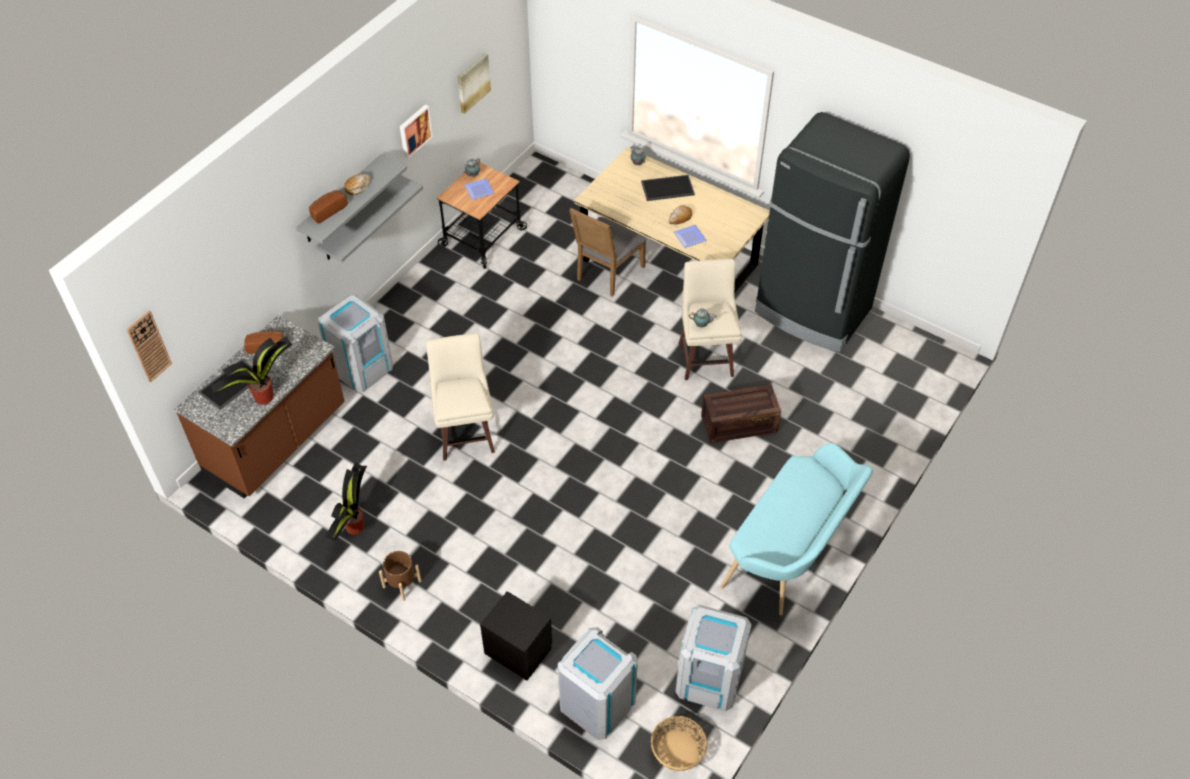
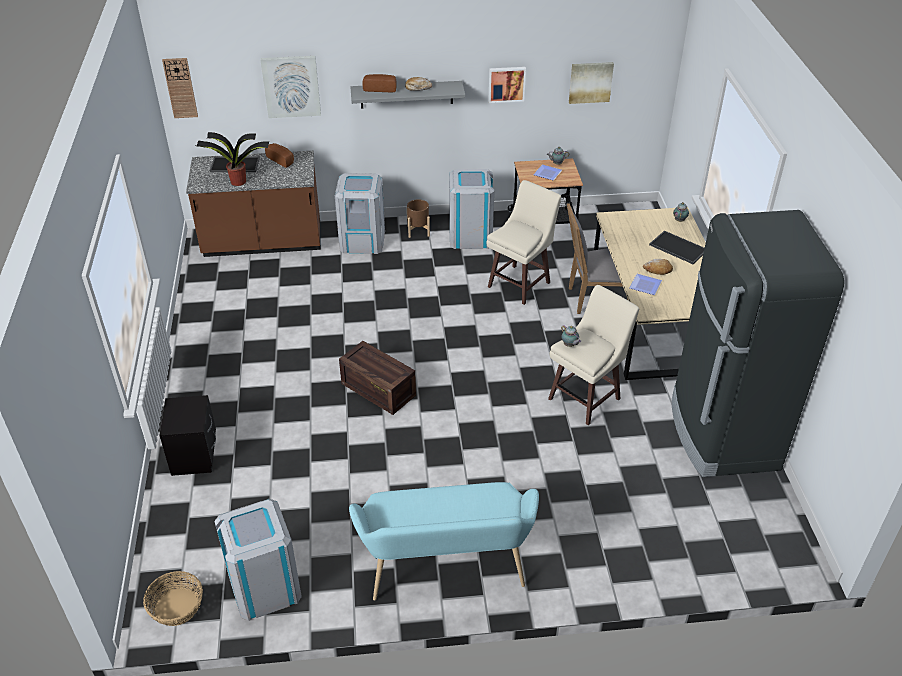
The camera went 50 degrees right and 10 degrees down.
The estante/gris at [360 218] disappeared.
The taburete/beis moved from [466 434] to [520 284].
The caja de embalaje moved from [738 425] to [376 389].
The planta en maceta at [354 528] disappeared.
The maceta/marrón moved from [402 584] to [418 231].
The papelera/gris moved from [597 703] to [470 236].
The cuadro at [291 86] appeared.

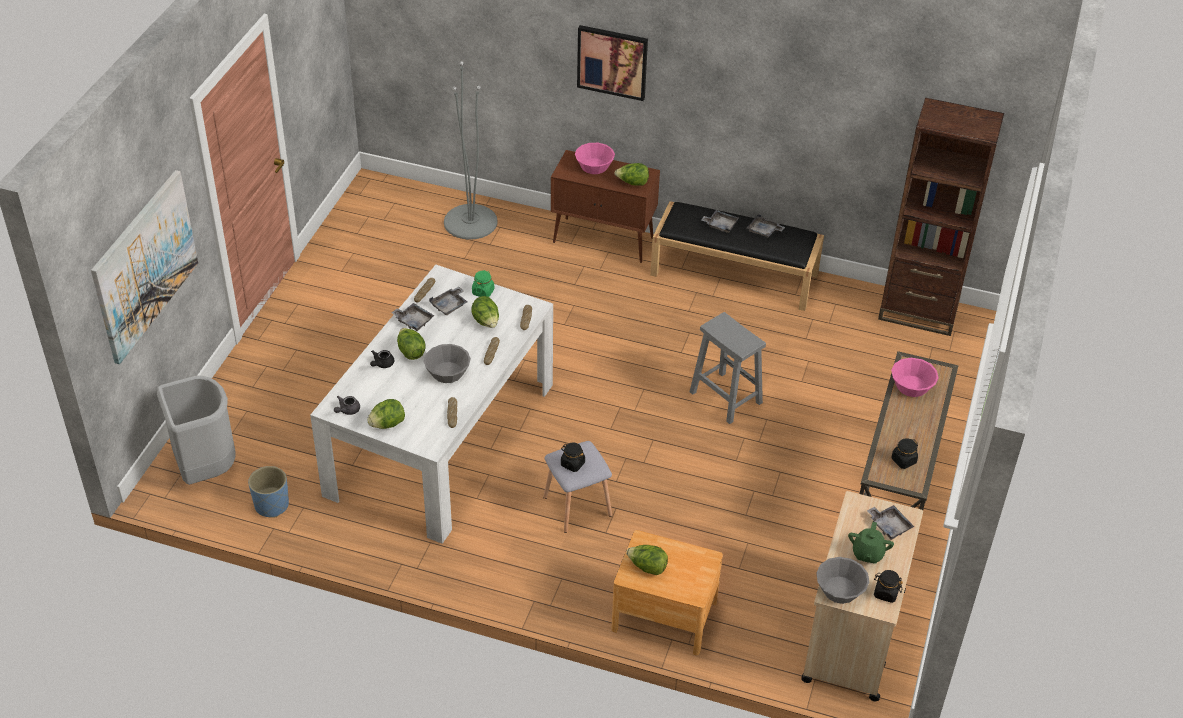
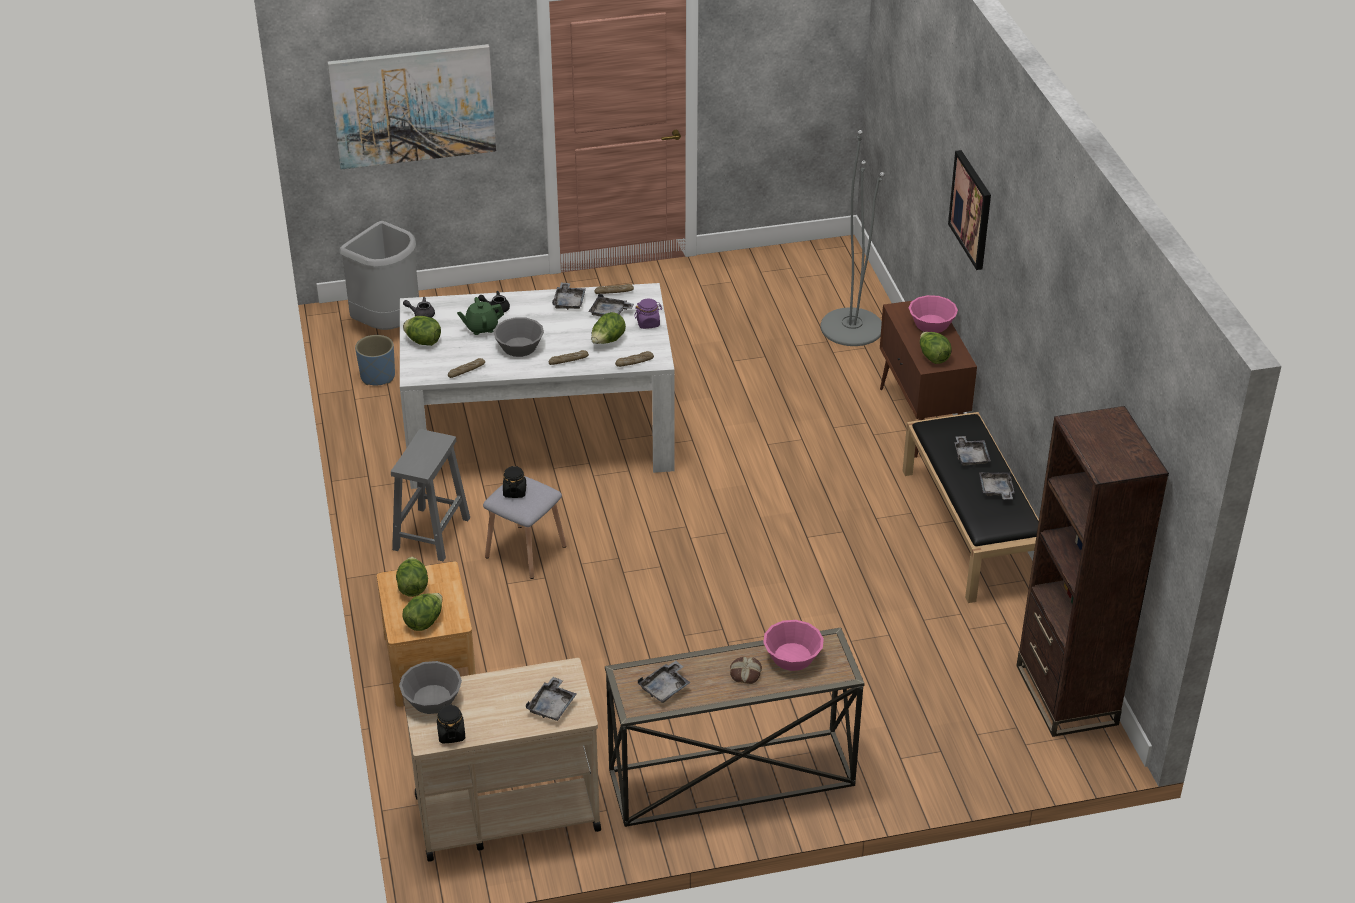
The camera went 60 degrees right and 5 degrees down.
The tarro/verde at [483 292] became the tarro/morado at [648 323].
The taburete/gris moved from [724 397] to [432 533].
The lechuga moved from [411 352] to [424 621].
The tarro/negro at [903 461] was replaced by the bandeja/gris at [665 688].
The tetera/verde moved from [867 554] to [481 328].
The pan at [745 673] appeared.

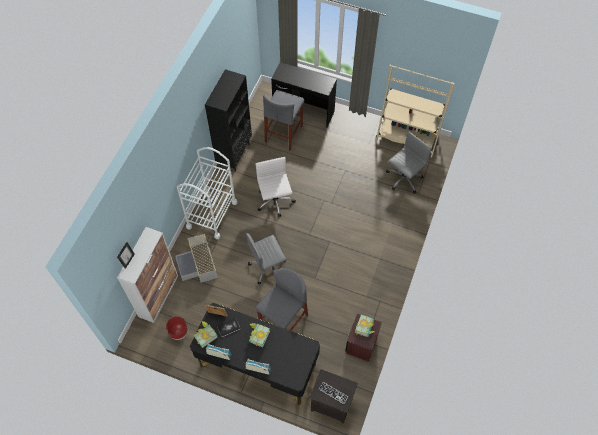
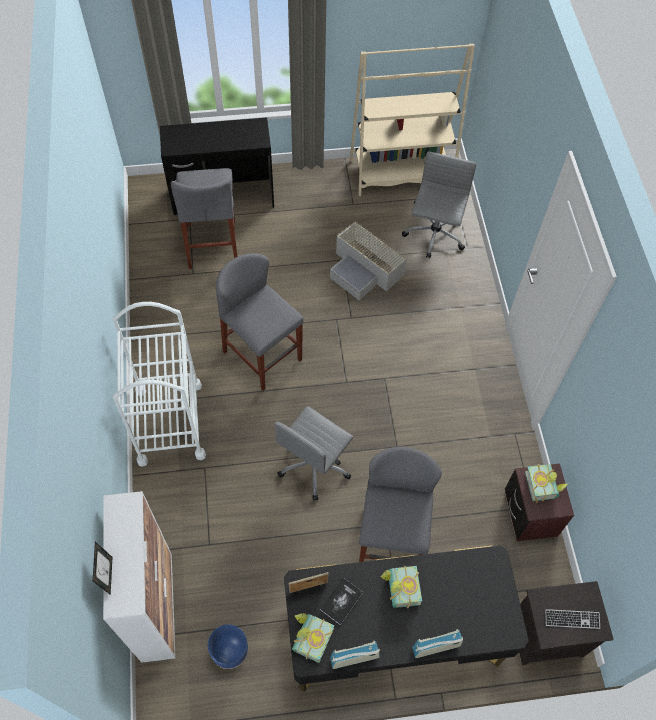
The camera went 30 degrees left and 0 degrees up.
The estantería/negro at [234 154] disappeared.
The silla de oficina/blanco at [275 202] was replaced by the taburete/gris at [262 355].
The caja de almacenaje/gris moved from [198 264] to [365 270].
The maceta/rojo at [179 333] became the maceta/azul at [230 652].

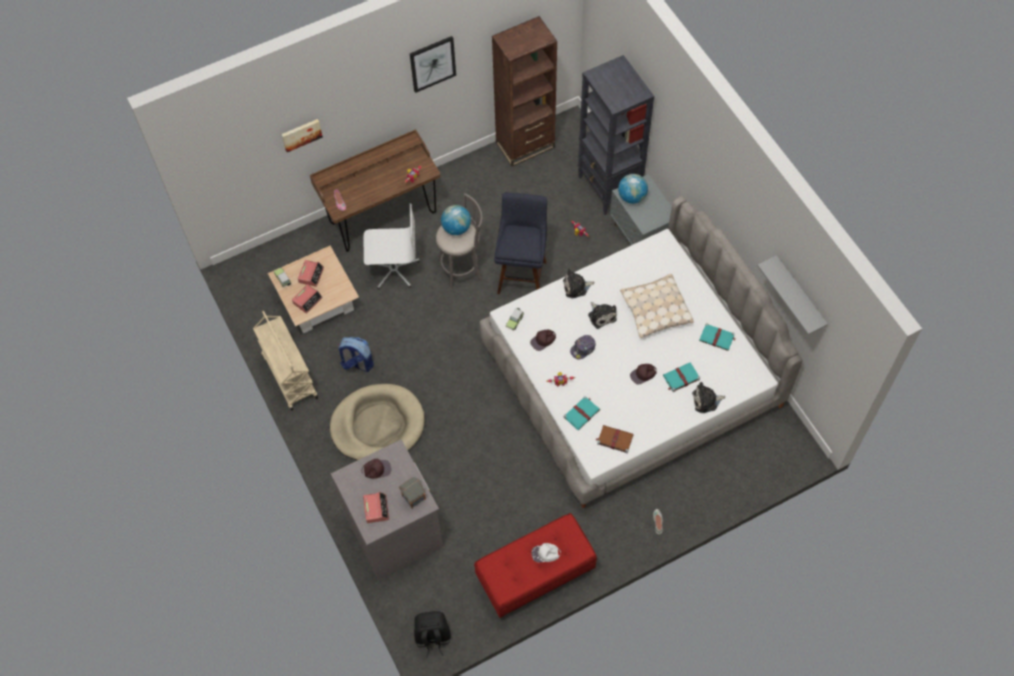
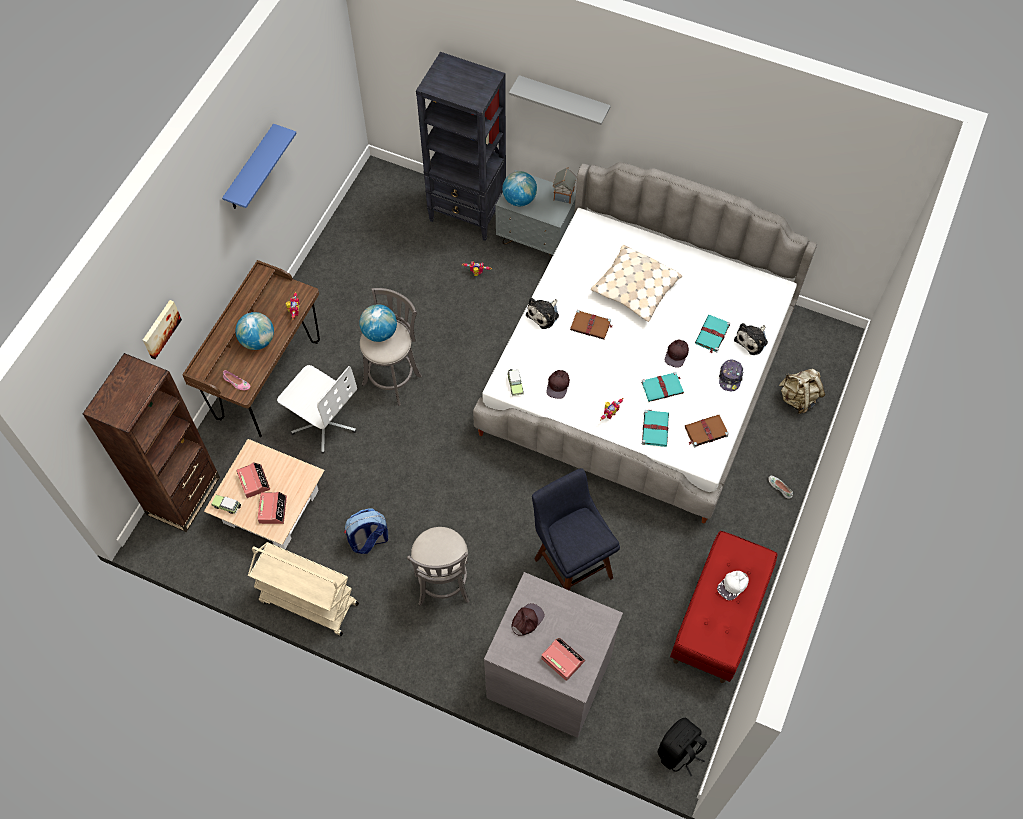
The camera went 40 degrees left and 0 degrees up.
The estantería/marrón moved from [525 145] to [184 496].
The cuadro at [432 63] was replaced by the estante/azul at [251 169].
The taburete/azul moved from [522 274] to [570 564].
The silla de oficina/blanco at [393 269] turned 75 degrees clockwise.
The estante/gris moved from [799 295] to [563 100].
The peluche at [601 316] was replaced by the libro/marrón at [591 326].
The libro/turquesa moved from [717 338] to [663 387].
The gorra moved from [583 349] to [730 377].
The cama para perro/beis at [377 425] was replaced by the taburete/gris at [443 586].
The casita moved from [413 498] to [563 196].
The globo terráqueo at [258 341] appeared.
The mochila/beis at [798 399] appeared.

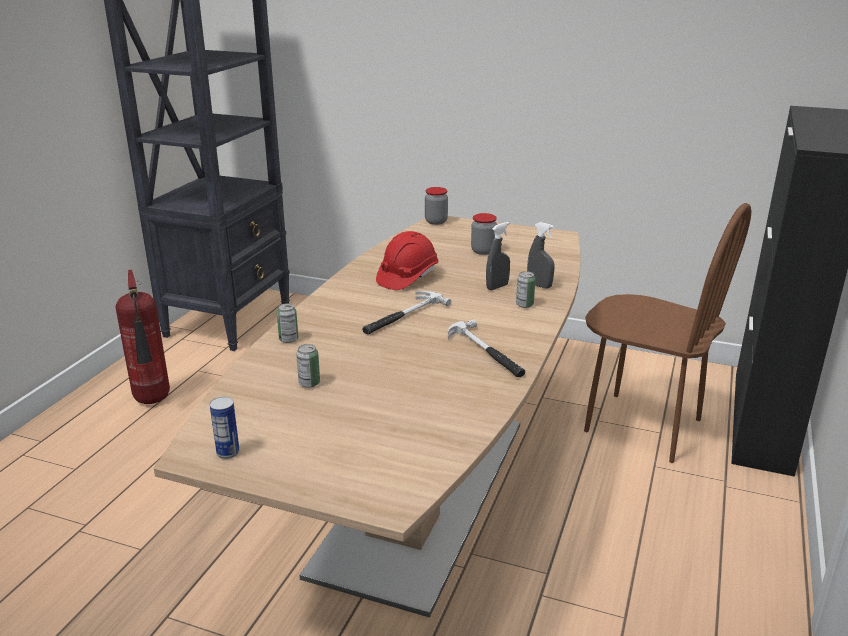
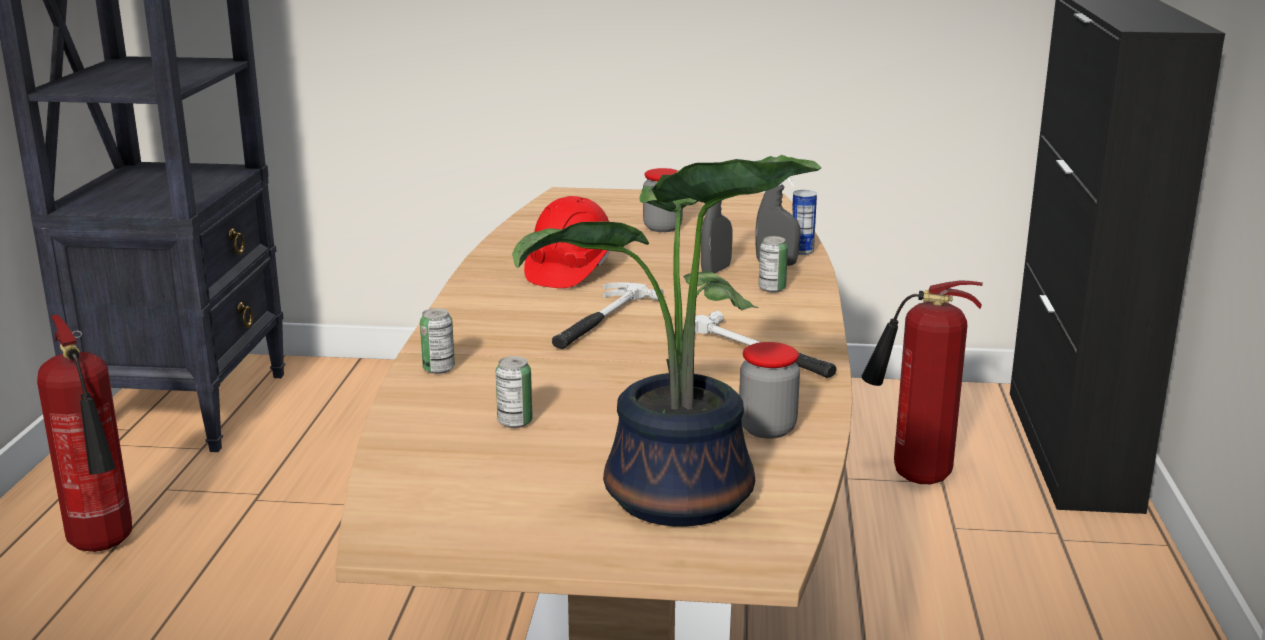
The camera went 15 degrees left and 5 degrees down.
The tarro moved from [436 221] to [767 429].
The silla/marrón at [642 426] was replaced by the extintor at [913 477].
The lata moved from [228 452] to [802 251].
The planta en maceta at [677 501] appeared.

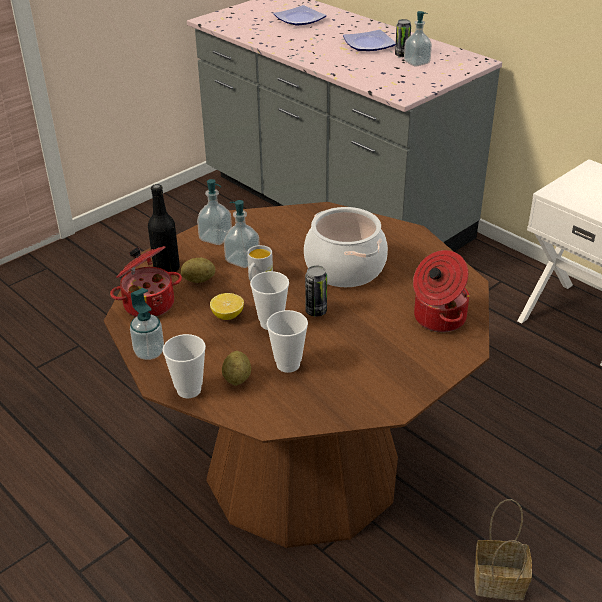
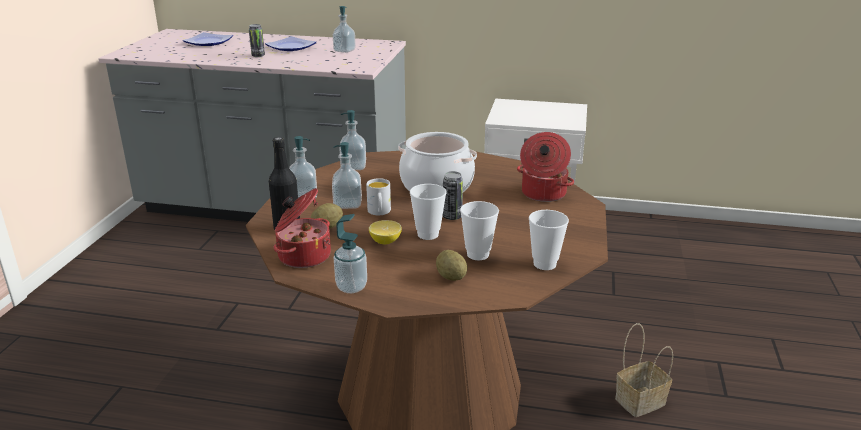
The camera went 35 degrees left and 10 degrees down.
The lata moved from [402 55] to [258 56].
The taza moved from [189 390] to [544 264].
The dispensador de jabón at [353 166] appeared.

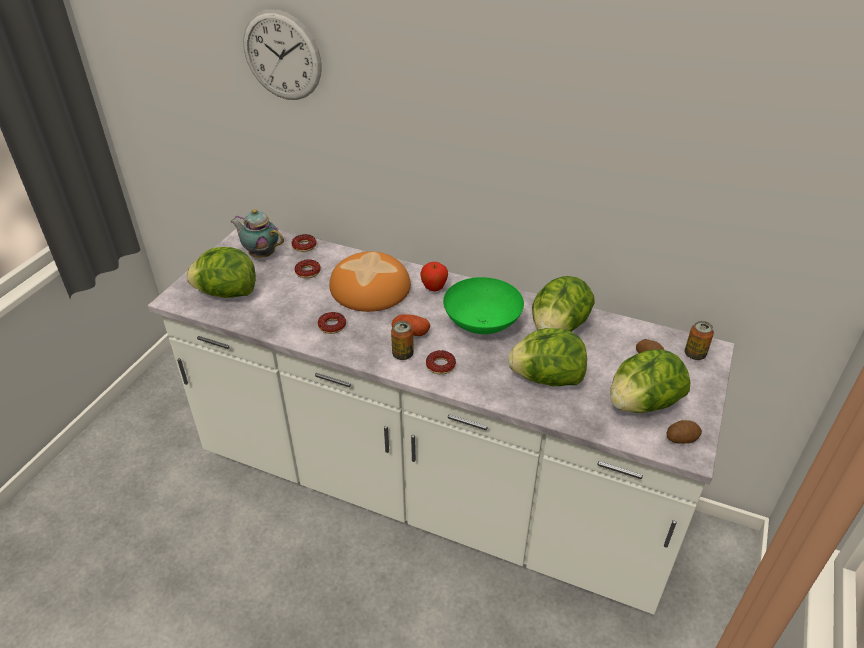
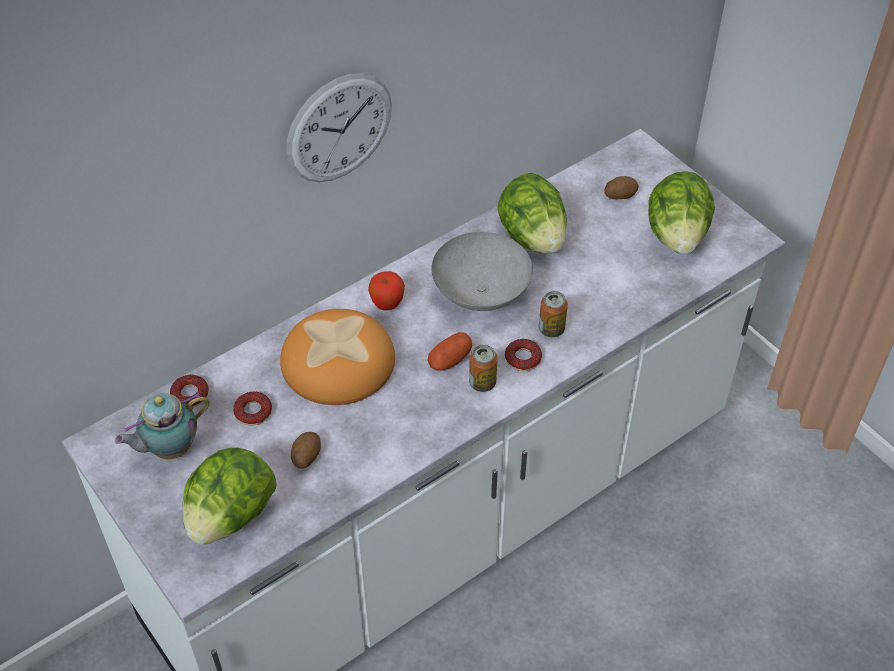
The camera went 60 degrees left and 10 degrees up.
The reloj de pared moved from [282 56] to [339 128].
The cuenco/verde at [483 324] became the cuenco/gris at [482 292].
The rosquilla at [332 326] disappeared.
The lata moved from [694 354] to [551 329].
The lechuga at [546 379] disappeared.
The patata moved from [681 438] to [306 456].

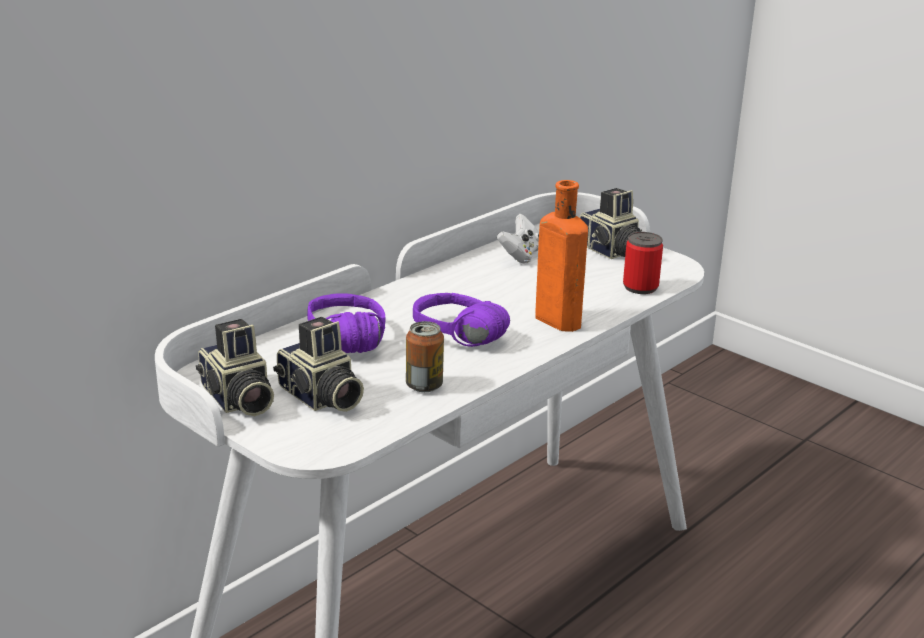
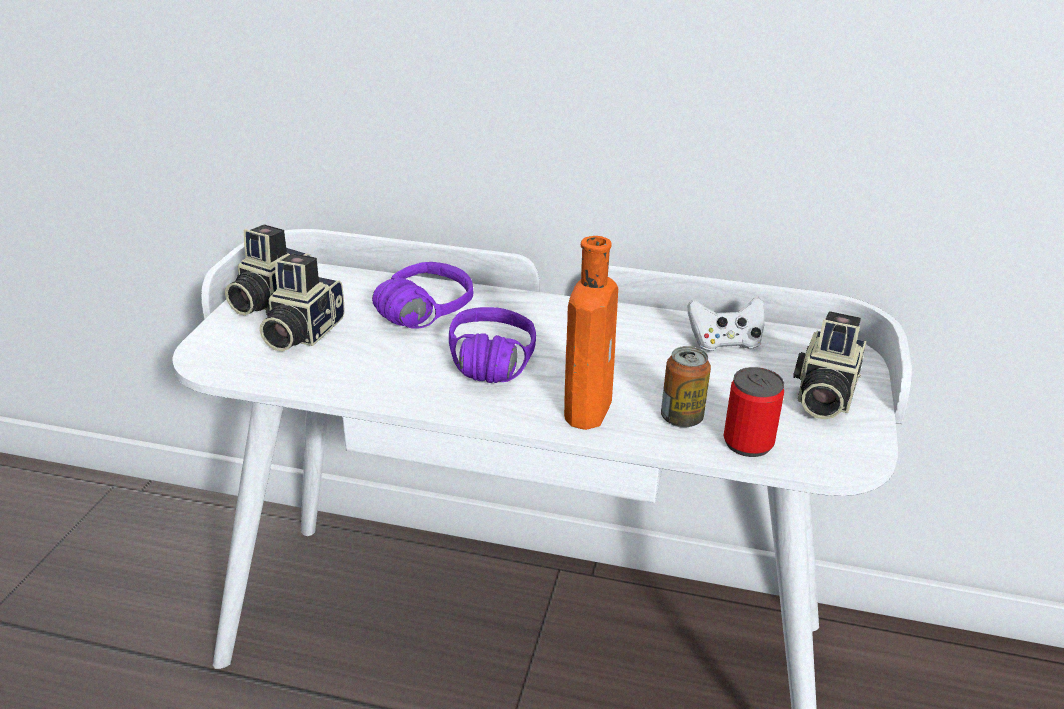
The camera went 60 degrees right and 5 degrees up.
The lata moved from [424 385] to [681 418].

